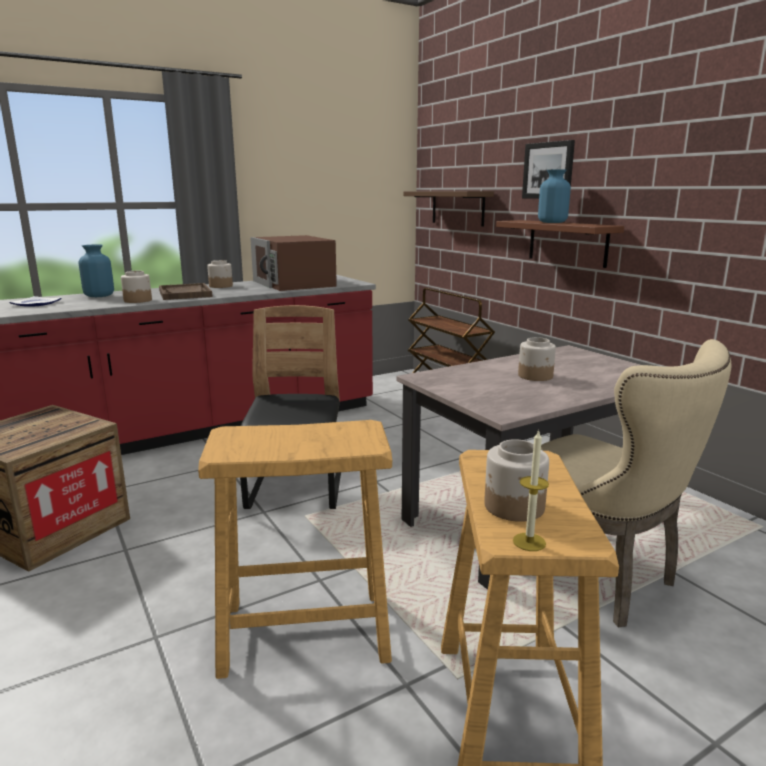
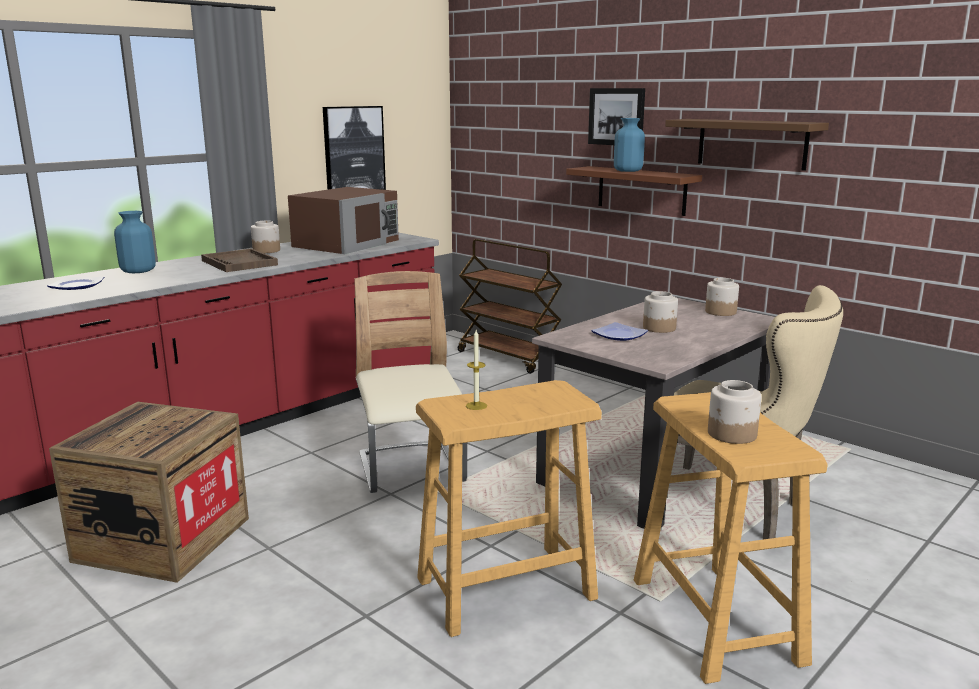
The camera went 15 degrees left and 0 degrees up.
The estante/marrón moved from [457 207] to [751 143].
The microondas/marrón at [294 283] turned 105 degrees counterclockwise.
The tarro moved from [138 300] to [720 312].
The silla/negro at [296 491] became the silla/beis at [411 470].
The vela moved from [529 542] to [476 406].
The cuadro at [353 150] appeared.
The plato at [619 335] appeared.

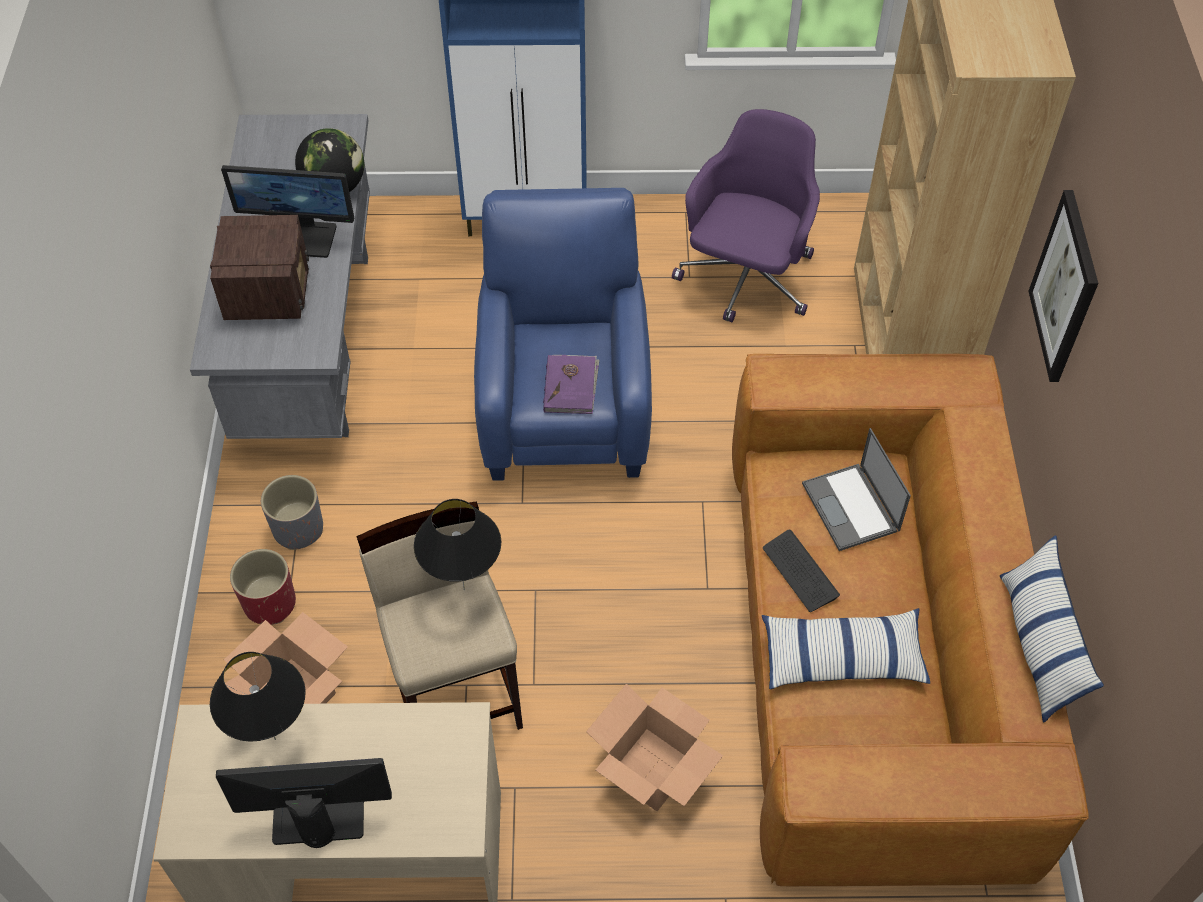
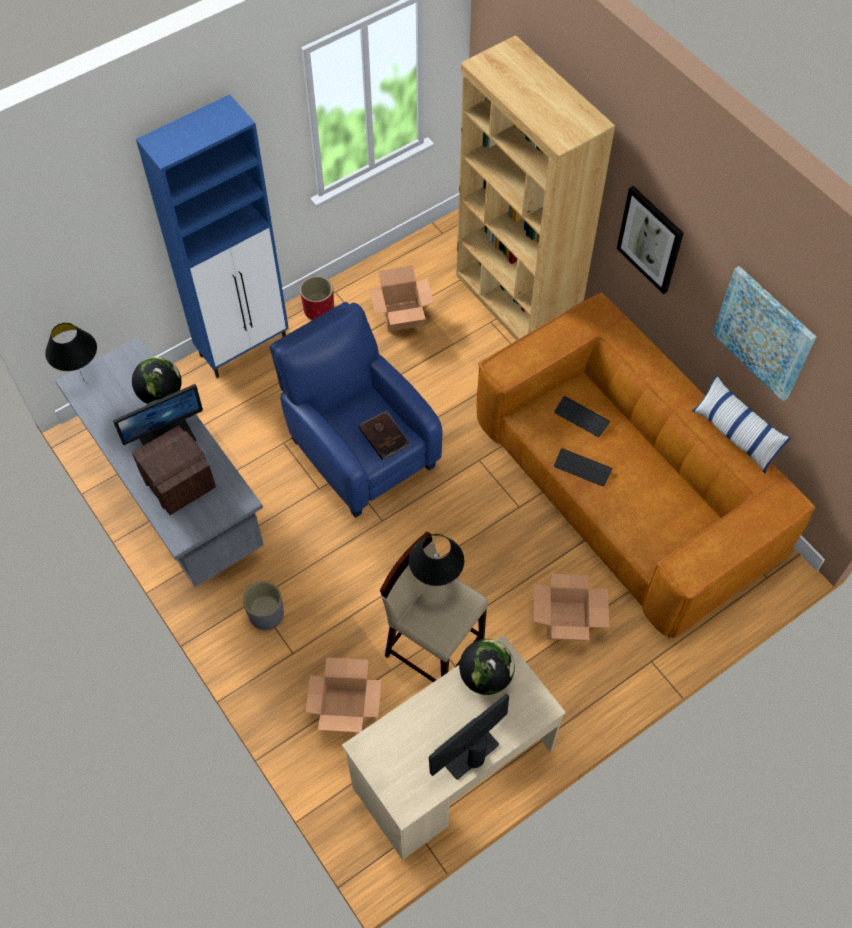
The camera went 35 degrees left and 5 degrees up.
The silla de oficina/morado at [746 280] was replaced by the caja de cartón at [402 315].
The libro/morado at [571 386] became the libro/marrón at [384 436].
The portátil at [851 508] was replaced by the teclado at [581 417].
The maceta/rojo moved from [270 603] to [319 310].
The cojín at [842 658] disappeared.
The lámpara de mesa/negro moved from [275 739] to [84 380].
The cuadro at [764 333] appeared.
The globo terráqueo at [485 676] appeared.

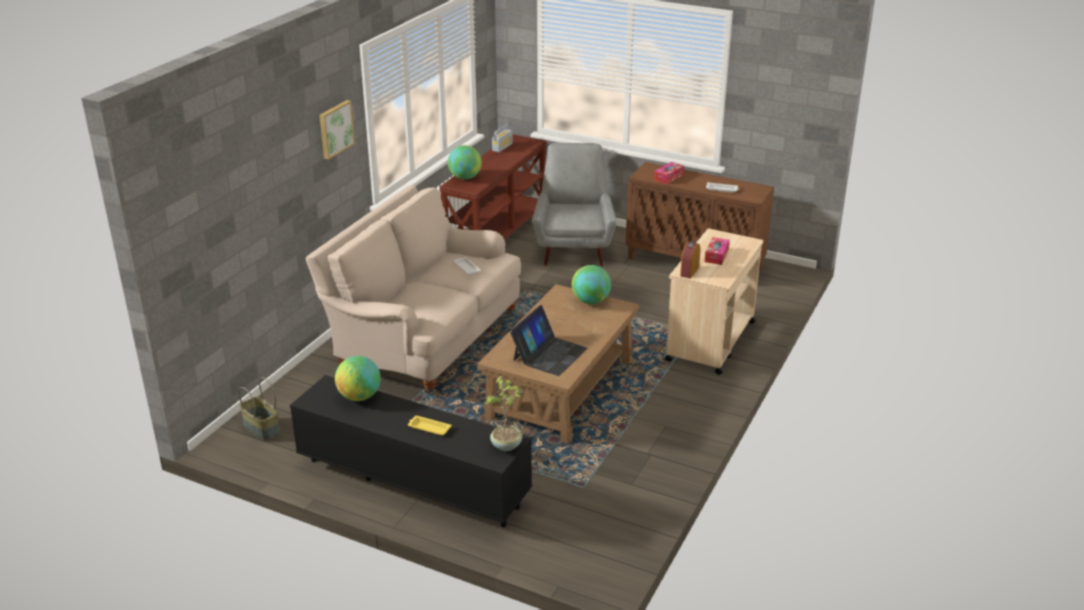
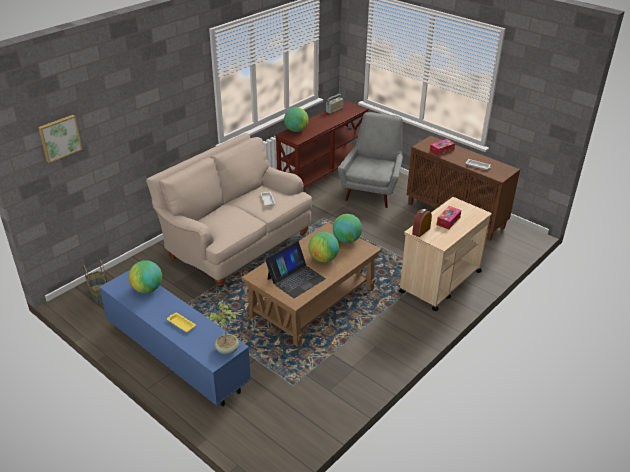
The camera went 15 degrees right and 5 degrees up.
The cuadro moved from [335 129] to [59 137].
The mueble de televisión/negro at [412 482] became the mueble de televisión/azul at [176 355].
The globo terráqueo at [323 259] appeared.

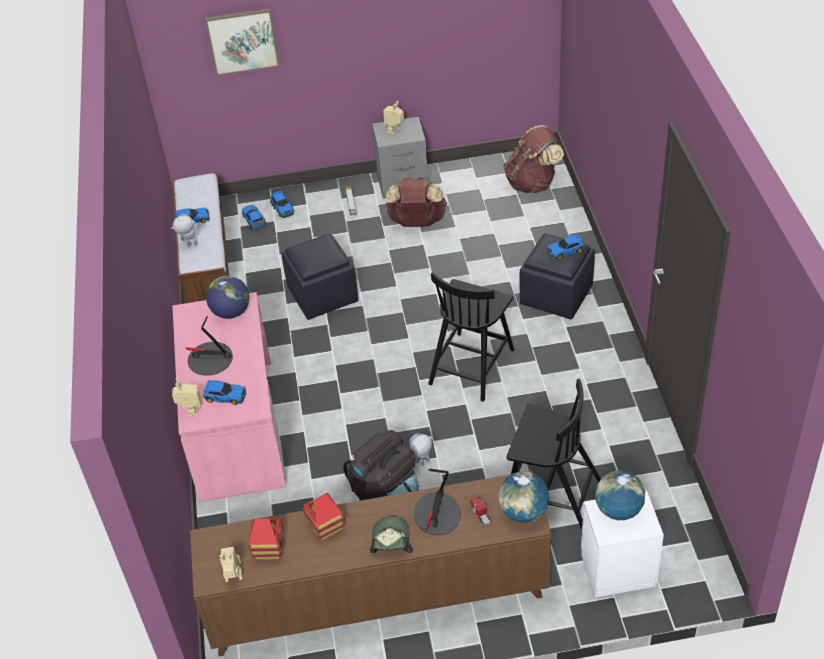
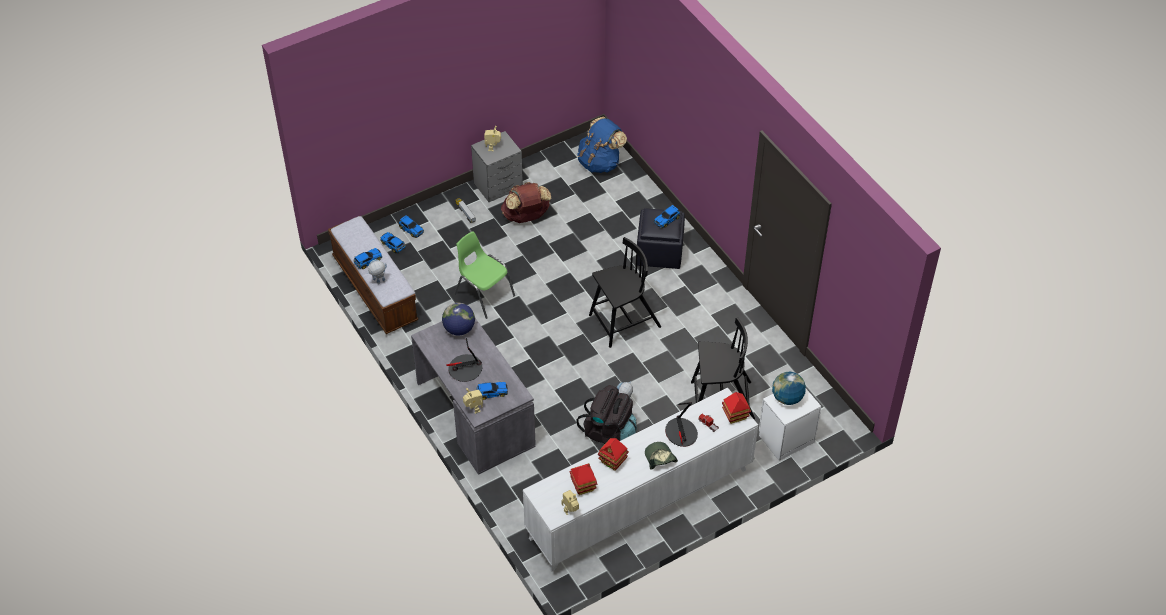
The camera went 25 degrees left and 5 degrees up.
The cuadro at [242 41] disappeared.
The mochila/marrón at [532 183] became the mochila/azul at [600 162].
The puf/negro at [323 294] was replaced by the silla/verde at [483 294].
The silla/negro at [472 365] turned 120 degrees counterclockwise.
The escritorio/rosa at [235 428] became the escritorio/gris at [474 414].
The armario/marrón at [378 600] became the armario/blanco at [640 504].
The globo terráqueo at [523 512] was replaced by the casita at [735 415].

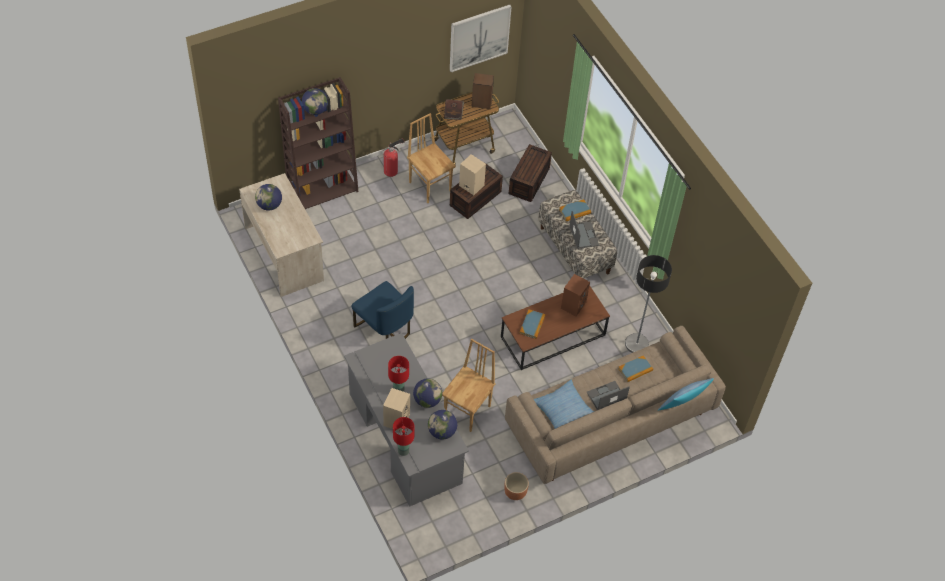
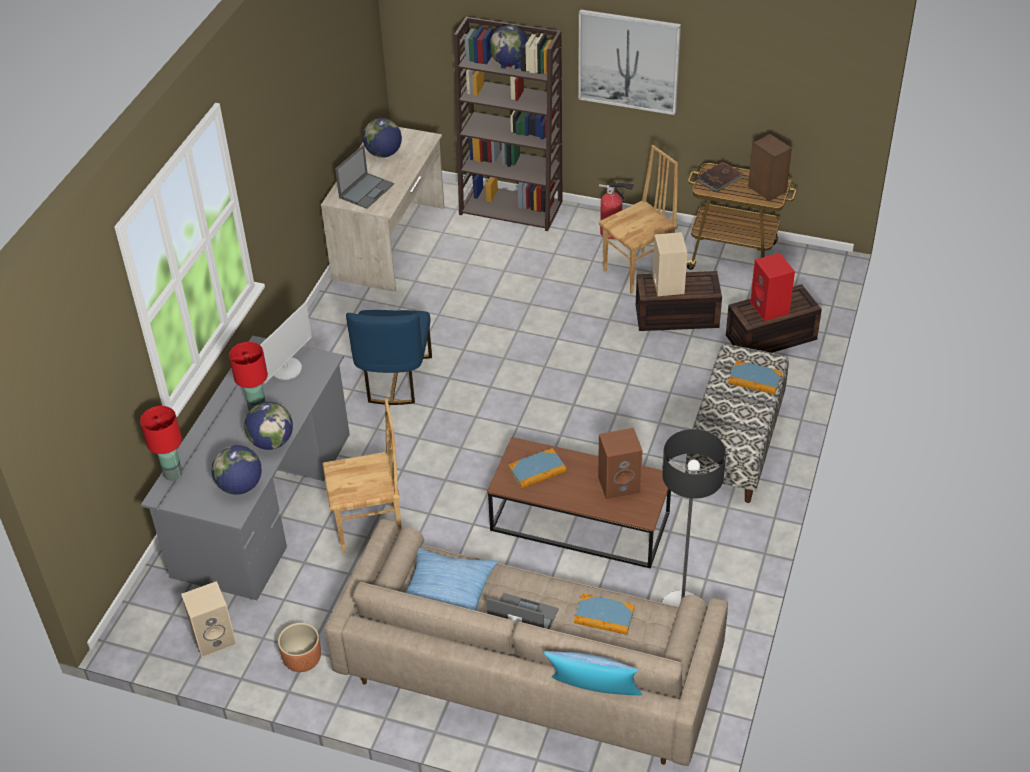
The camera went 50 degrees right and 10 degrees down.
The cuadro moved from [479 37] to [628 61].
The silla/marrón at [430 186] turned 45 degrees clockwise.
The portátil moved from [583 235] to [366 190].
The altavoz/beis moved from [396 419] to [215 637].
The altavoz/rojo at [770 308] appeared.
The monitor at [286 369] appeared.

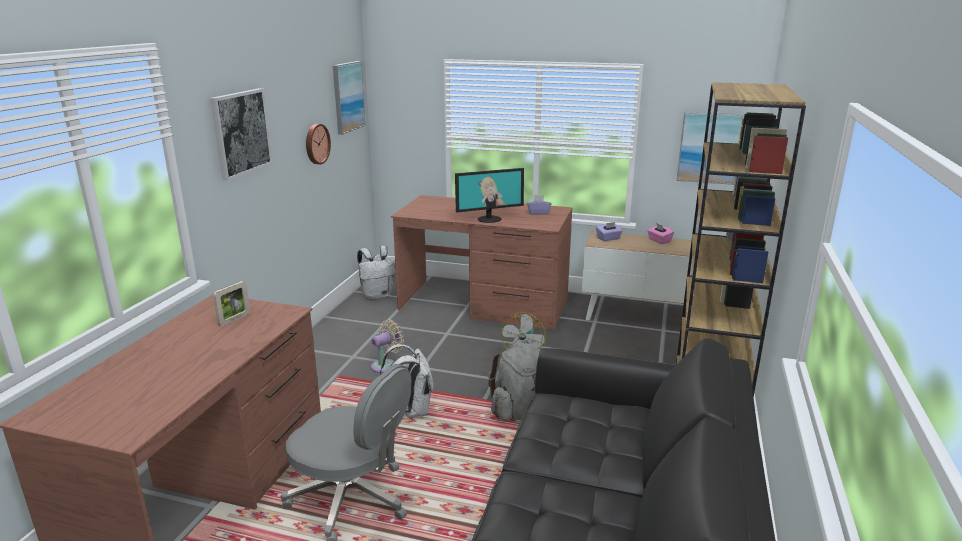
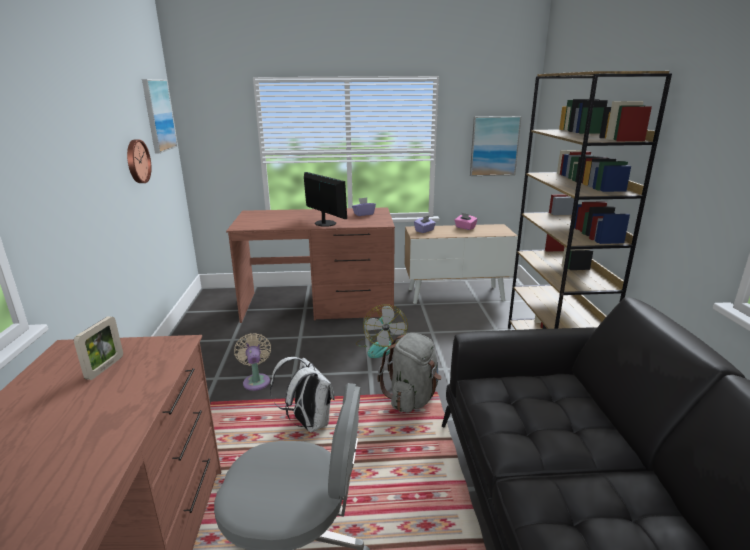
The camera went 20 degrees left and 0 degrees up.
The cuadro at [241 132] disappeared.
The monitor at [489 219] turned 90 degrees counterclockwise.
The mochila/blanco at [377 295] disappeared.
The ventilador/beis at [386 365] turned 45 degrees counterclockwise.

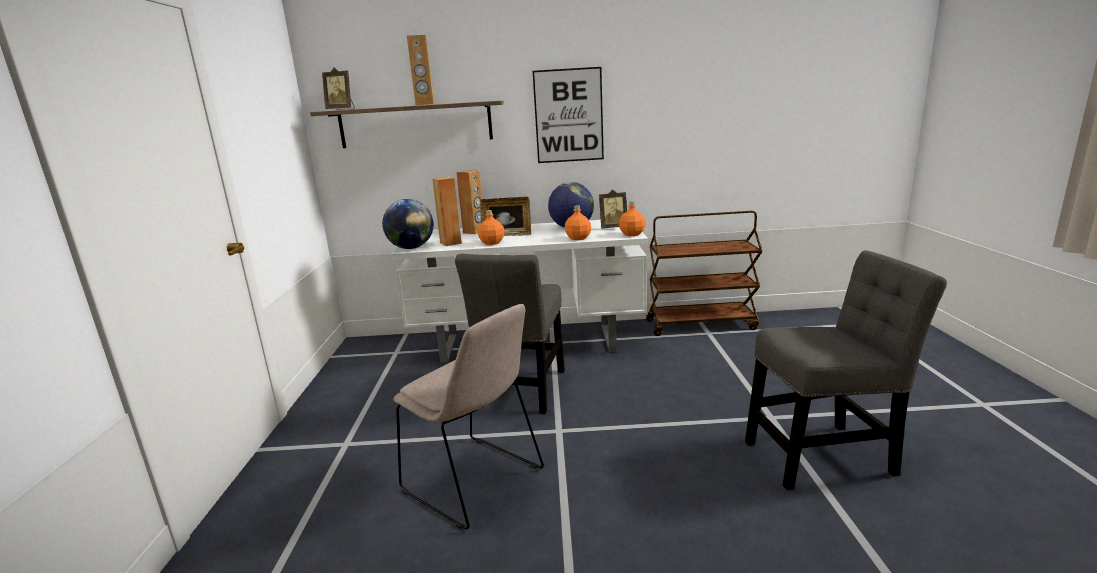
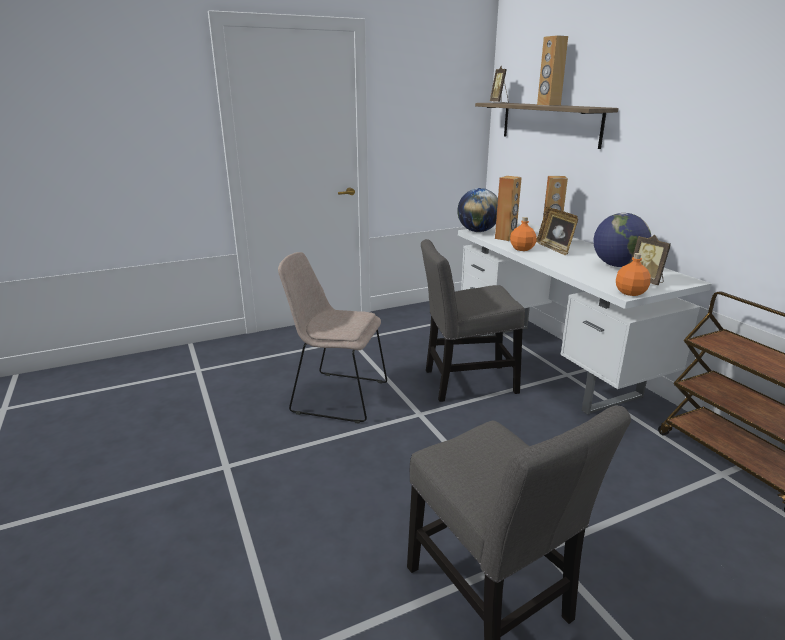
The camera went 65 degrees right and 5 degrees up.
The cuadro at [568 116] disappeared.
The botella/naranja at [578 238] disappeared.
The silla/beis at [475 482] turned 90 degrees clockwise.

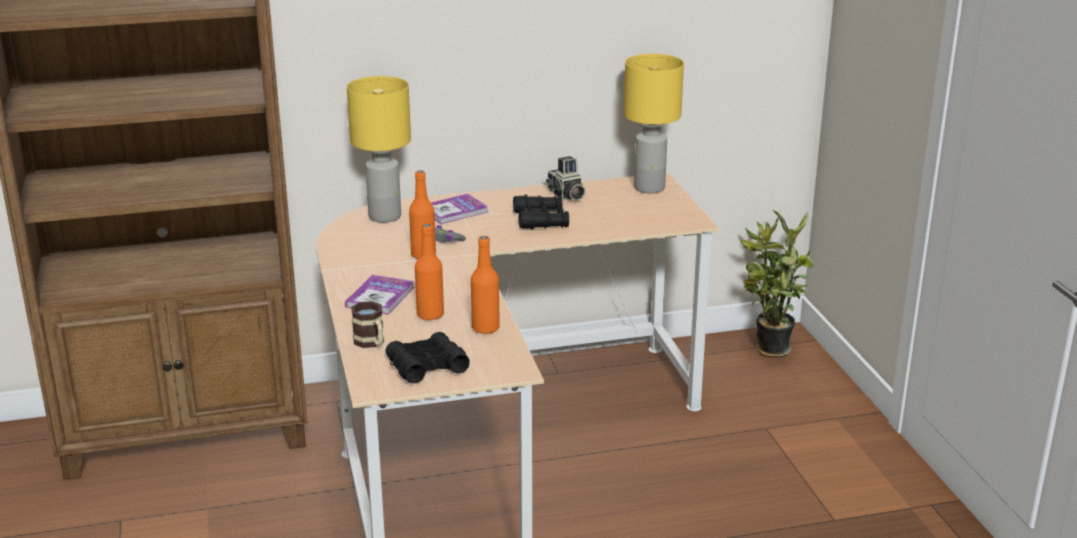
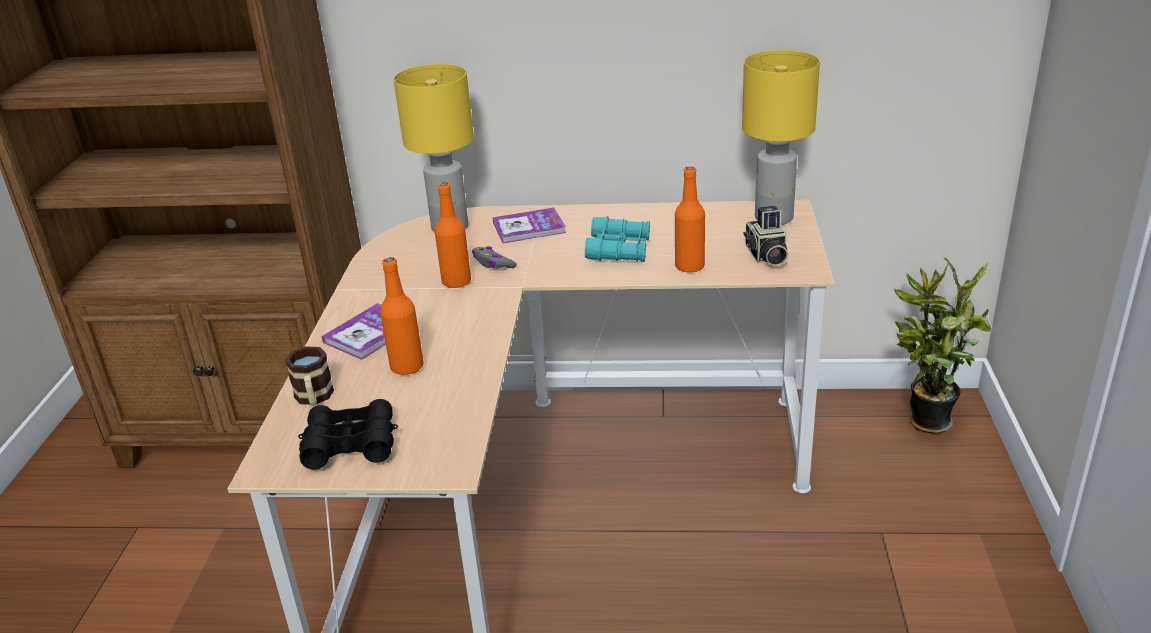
The camera went 20 degrees right and 5 degrees up.
The cámara moved from [566 195] to [765 256].
The prismáticos/negro at [541 220] became the prismáticos/turquesa at [619 249].
The botella/naranja moved from [485 328] to [689 267].

